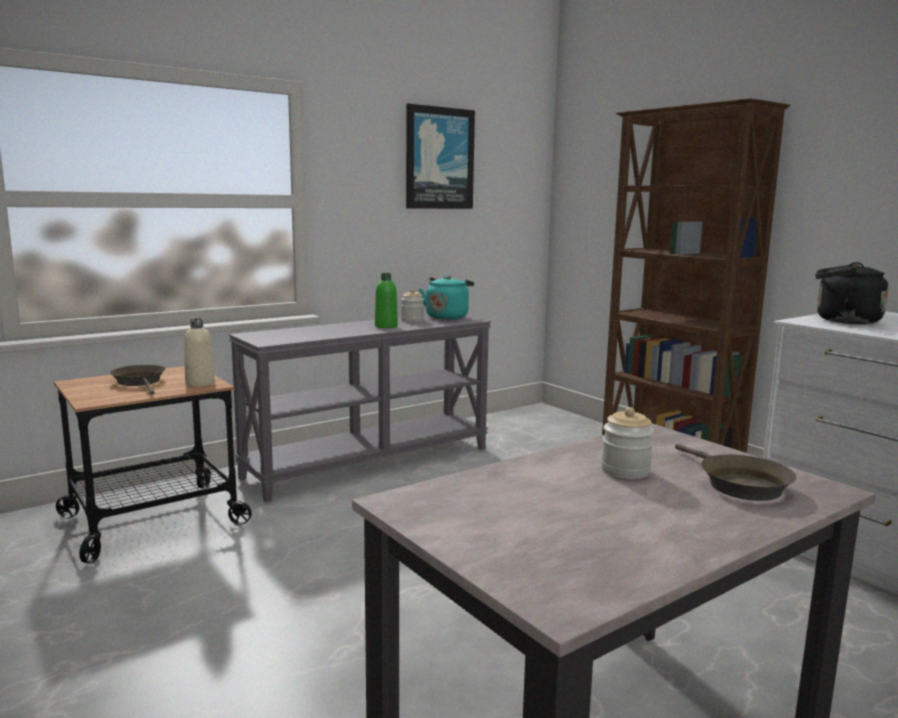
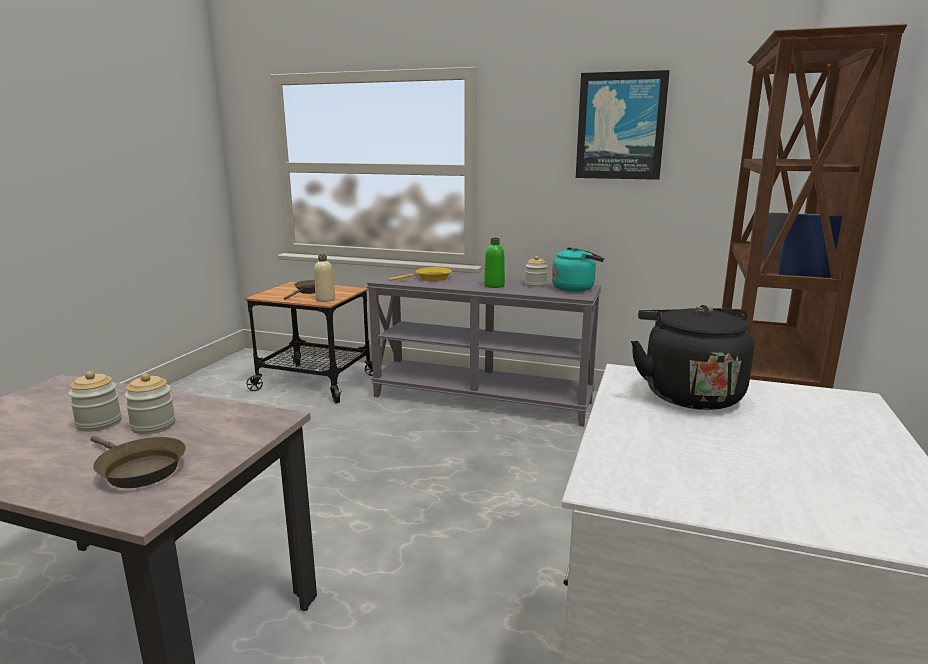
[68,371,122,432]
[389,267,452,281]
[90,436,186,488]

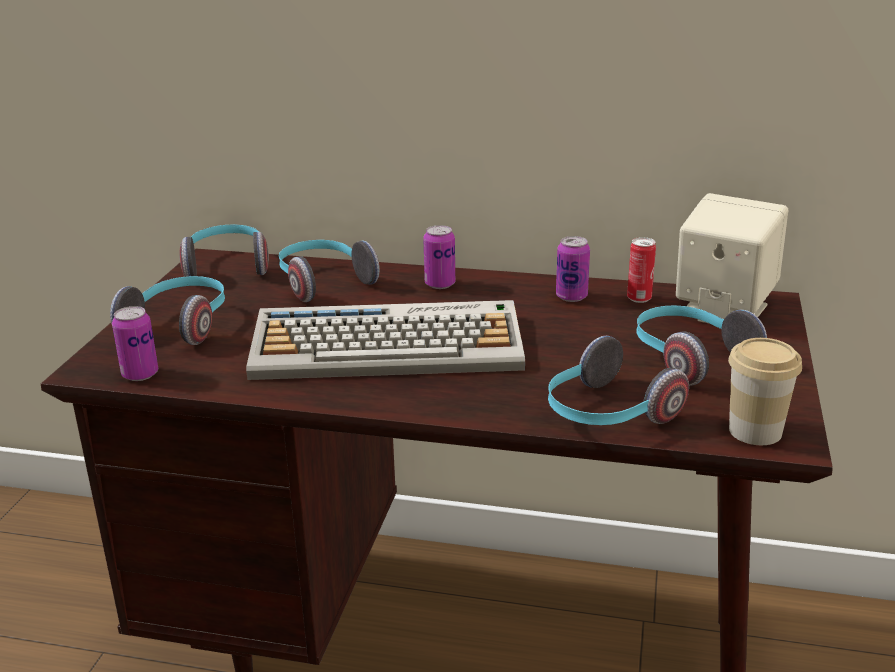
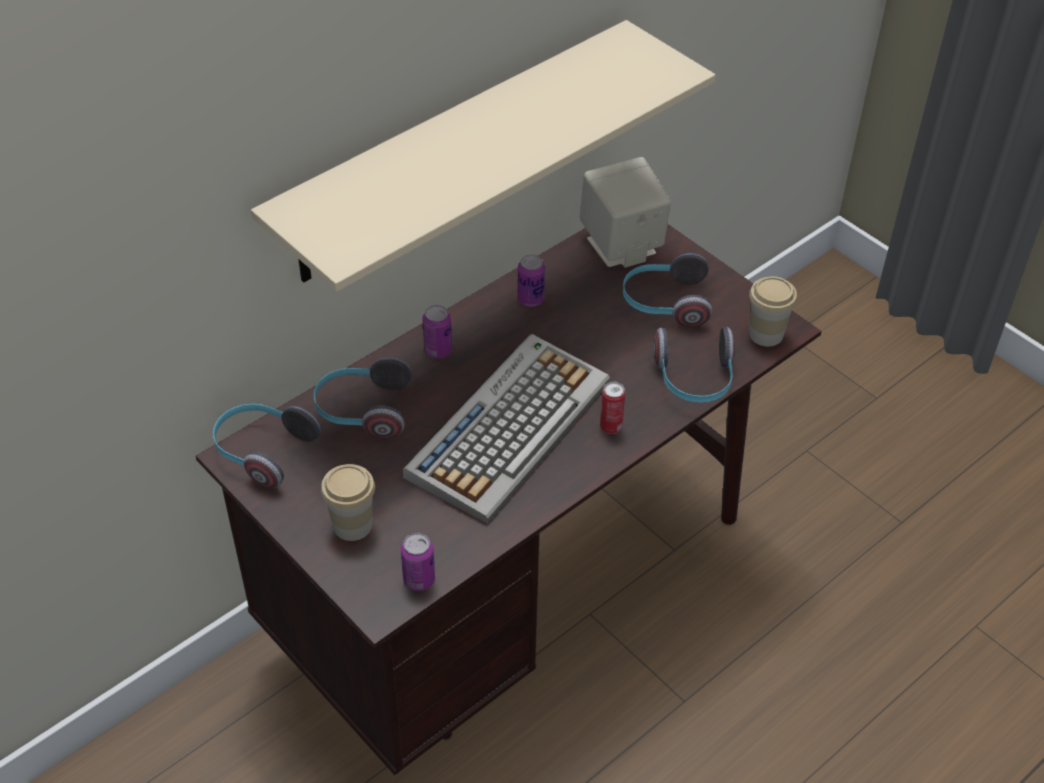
[251,20,715,292]
[600,382,625,434]
[321,464,375,541]

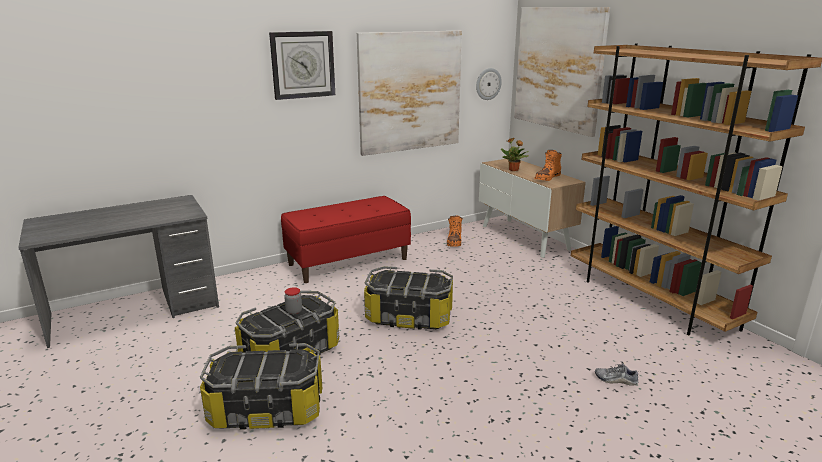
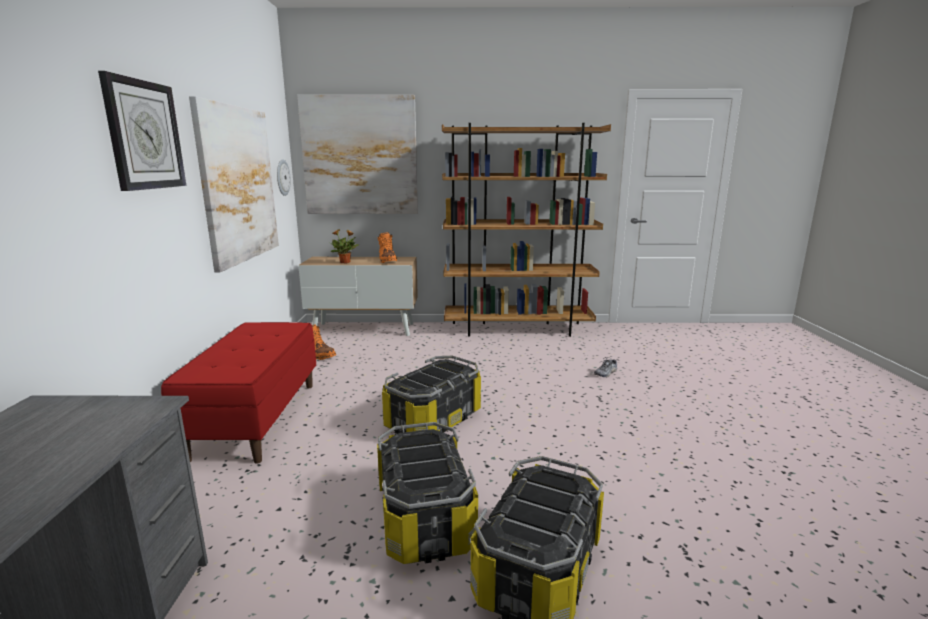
[284,287,302,315] (first image)

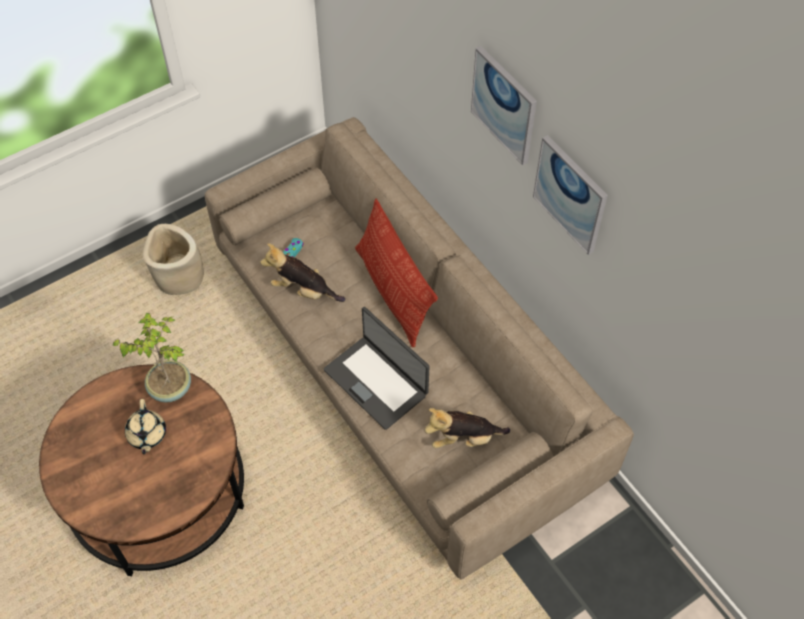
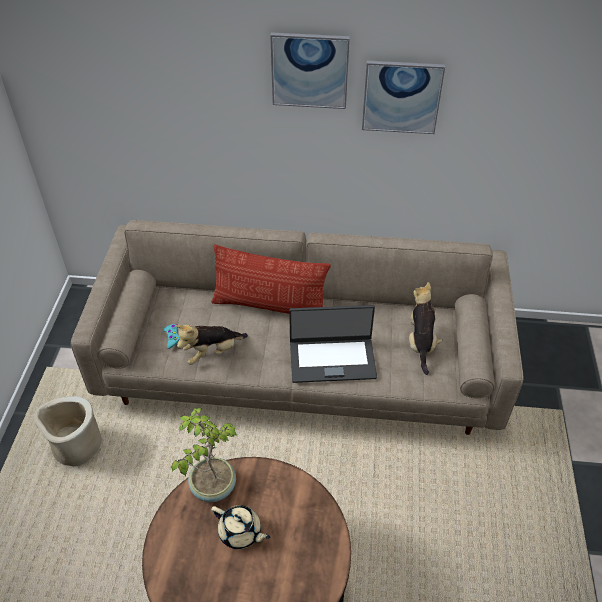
[409,282,443,375]

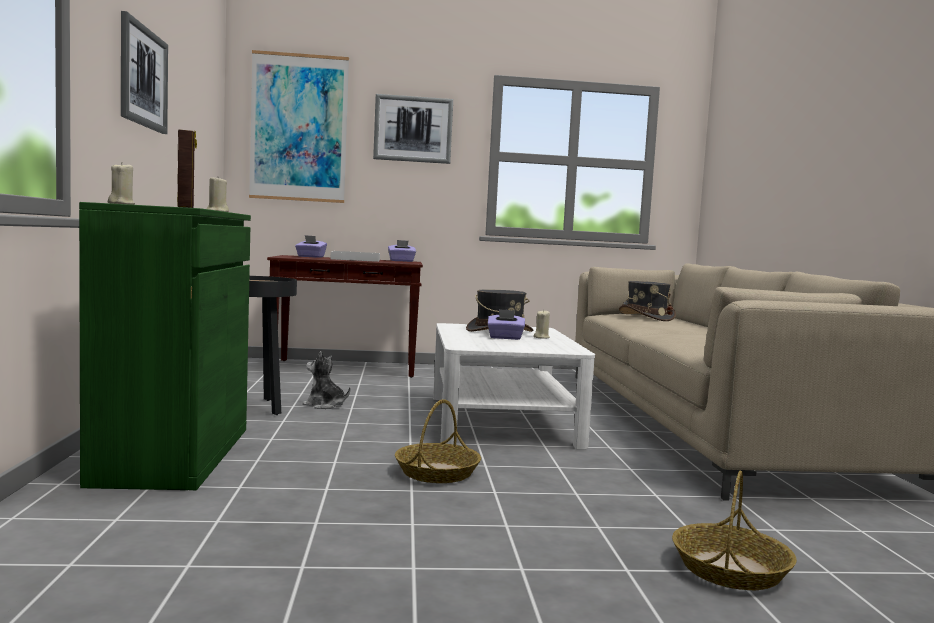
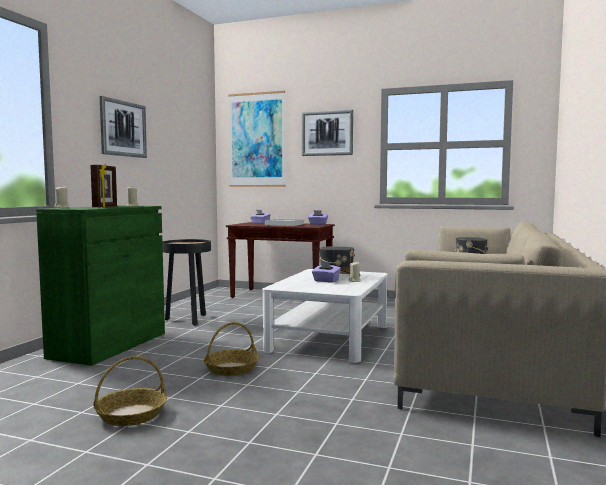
[302,351,351,409] (first image)
[93,356,167,426]

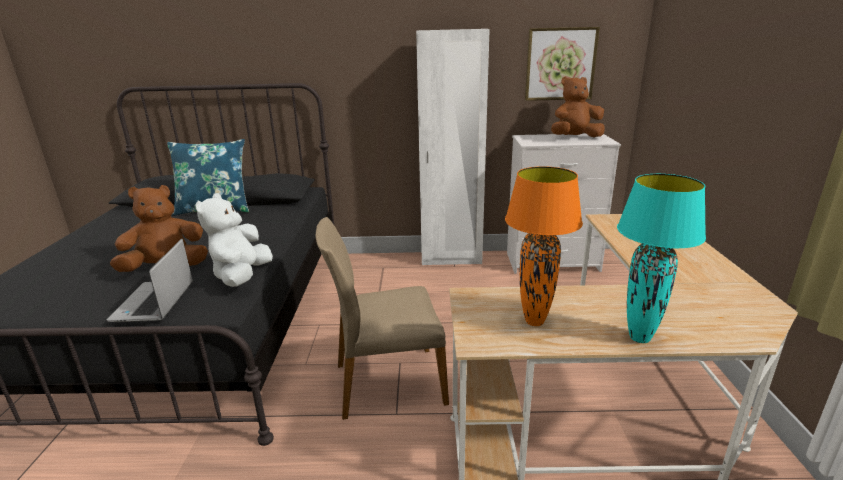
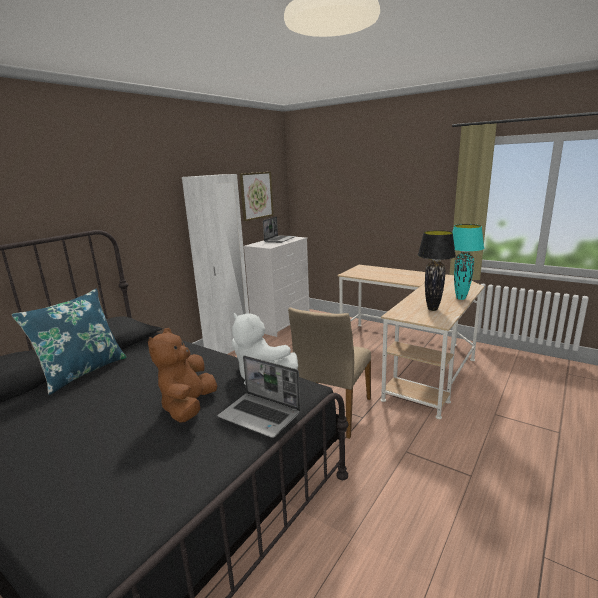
[263,216,295,243]
[418,230,456,311]

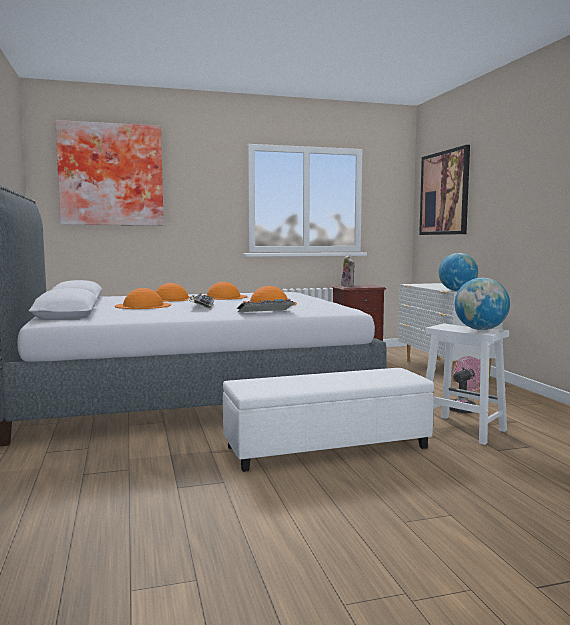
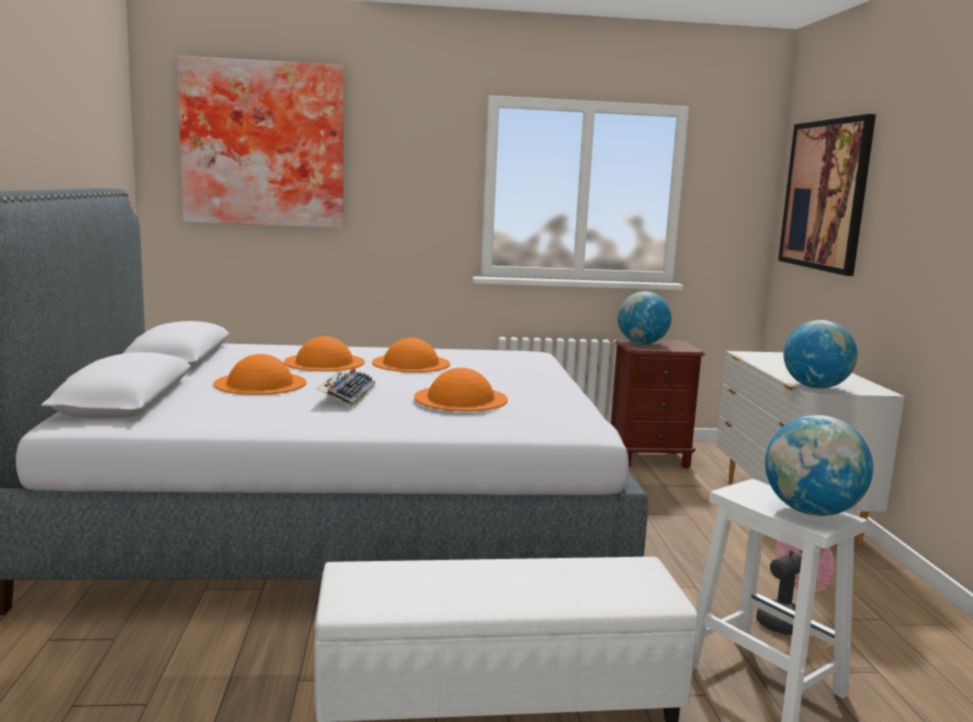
[236,299,296,312] (first image)
[618,291,671,344]

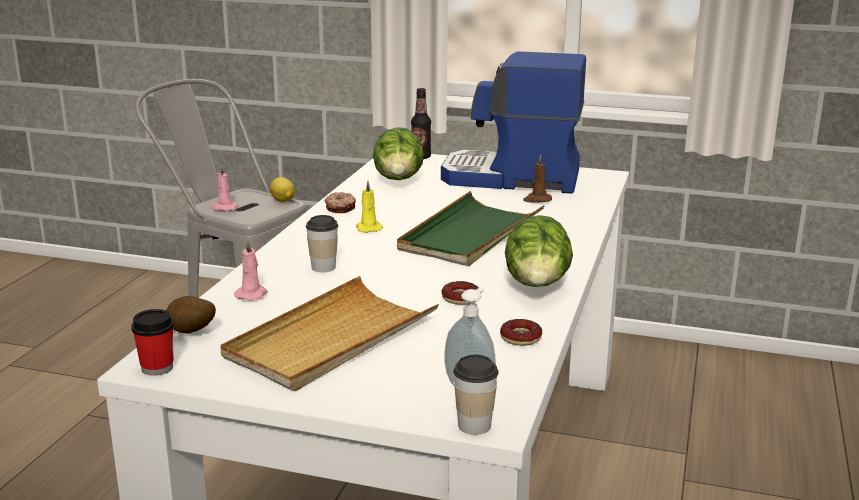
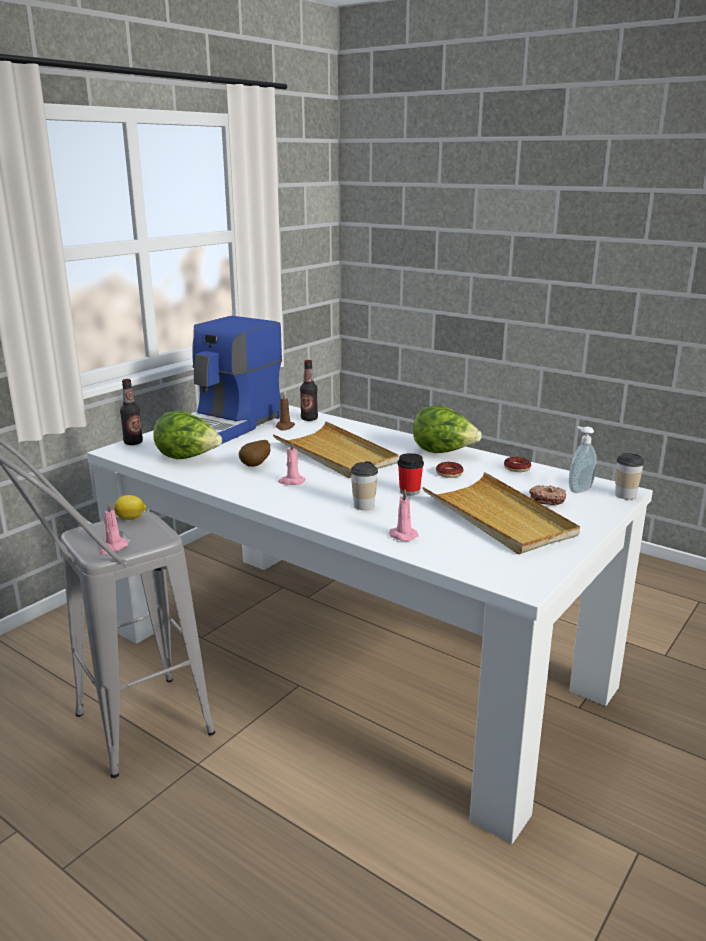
[300,360,318,421]
[398,453,424,496]
[238,440,270,467]
[529,485,566,505]
[278,440,305,485]
[273,421,399,478]

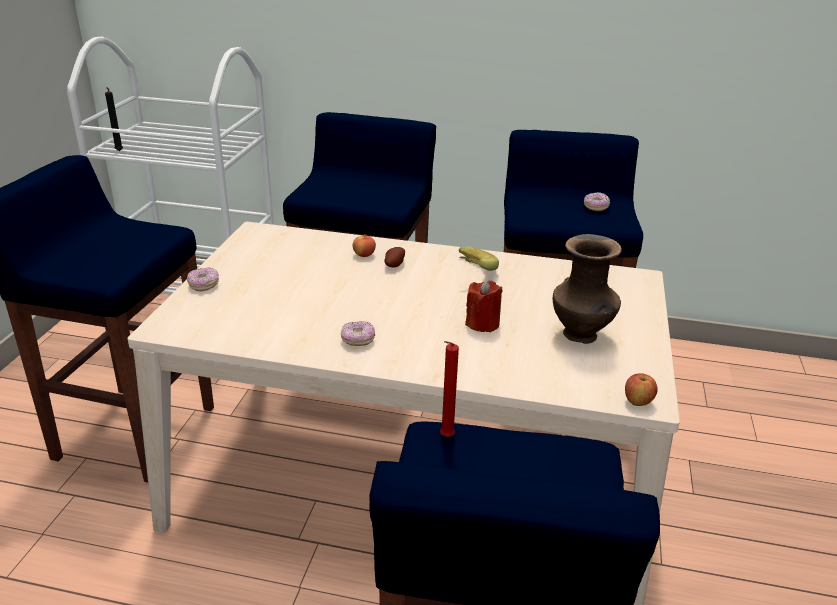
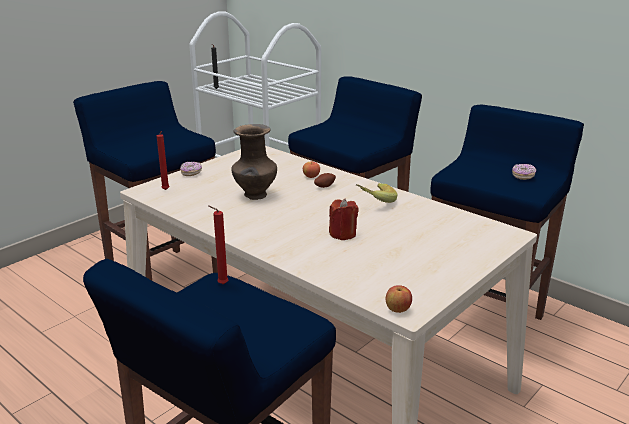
[341,321,375,346] (first image)
[157,131,169,190]
[231,124,277,200]

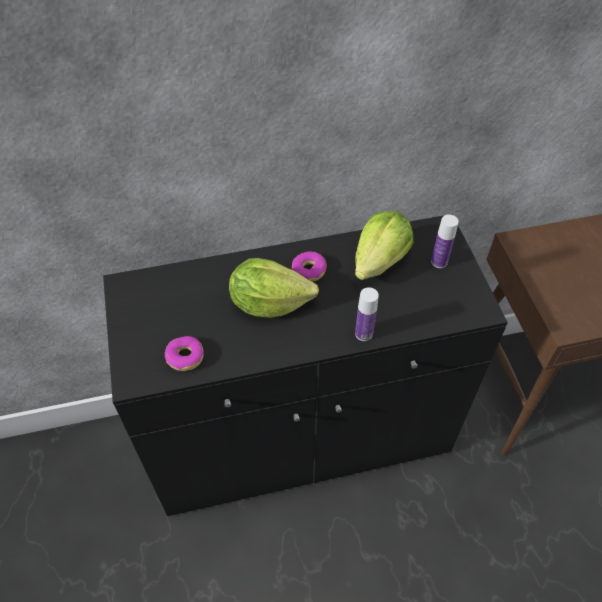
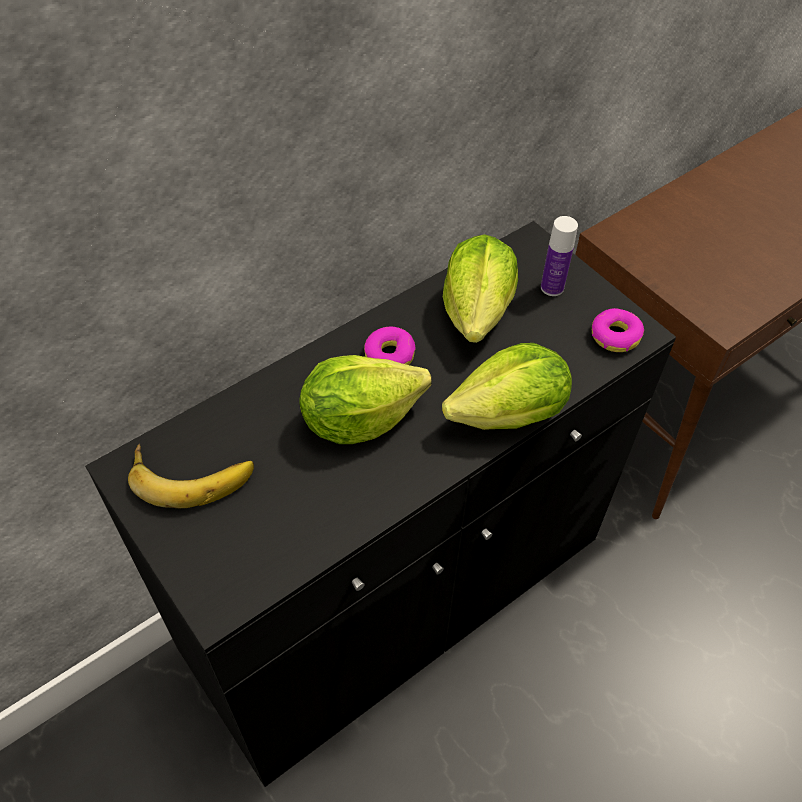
[128,443,254,508]
[592,308,644,352]
[442,343,572,430]

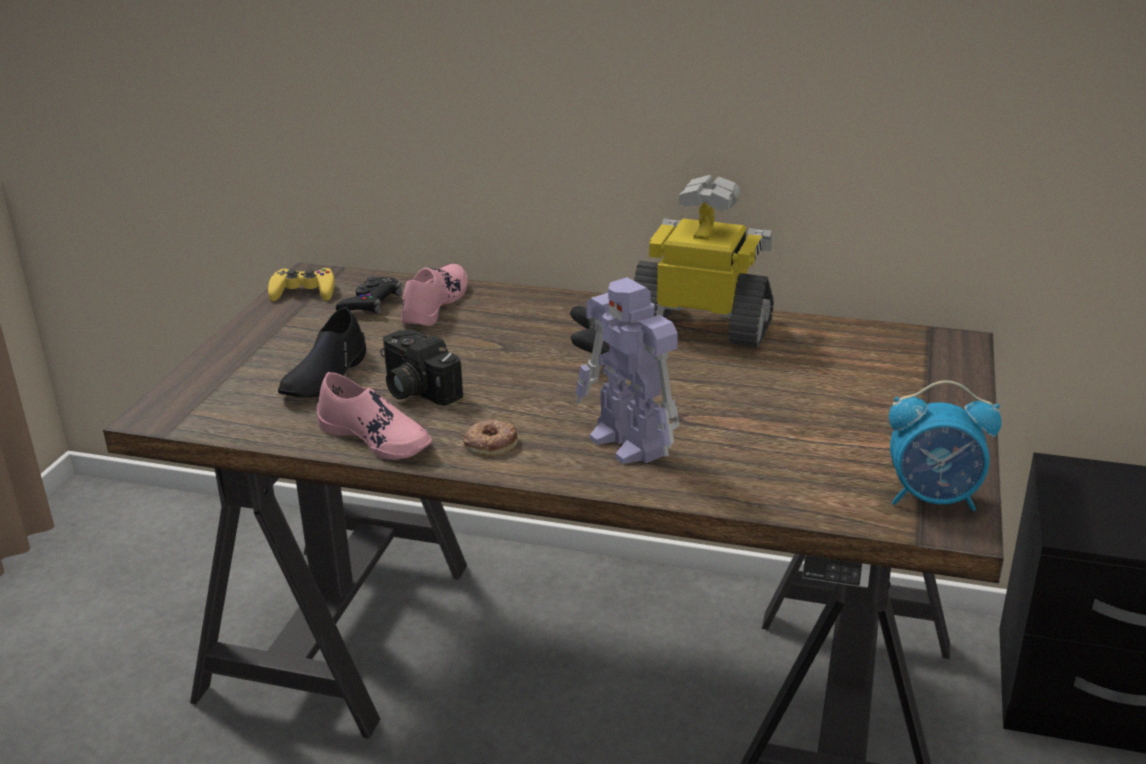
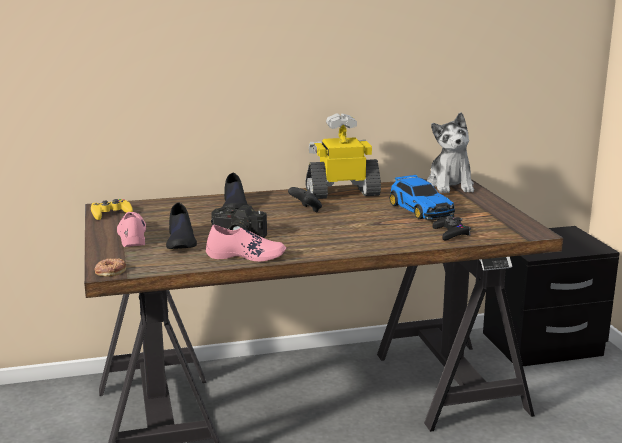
[576,277,679,464] (first image)
[889,380,1002,511] (first image)
[222,173,248,210]
[389,174,455,221]
[427,113,474,193]
[432,216,471,240]
[117,212,146,247]
[94,258,126,277]

